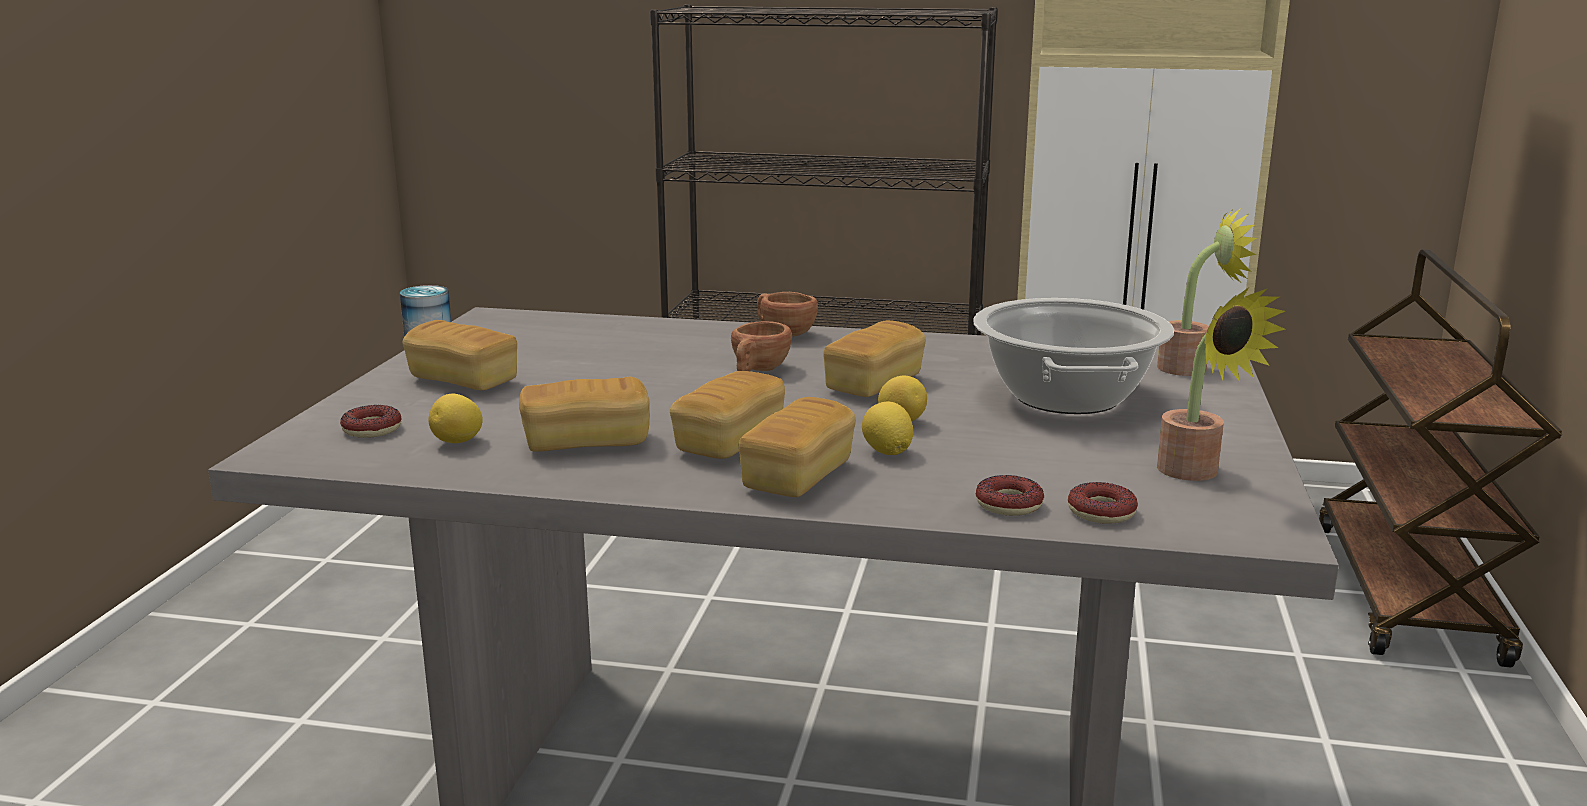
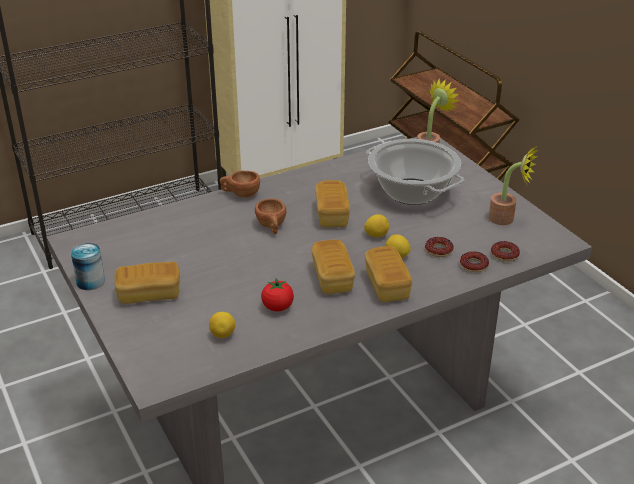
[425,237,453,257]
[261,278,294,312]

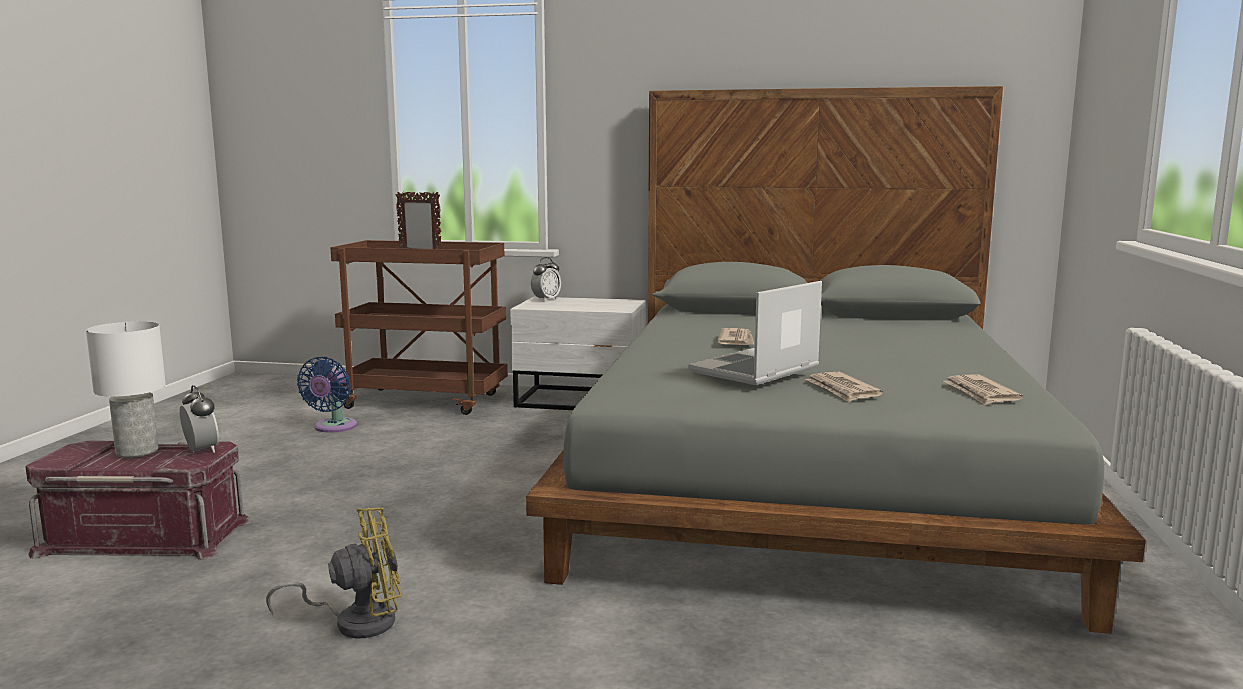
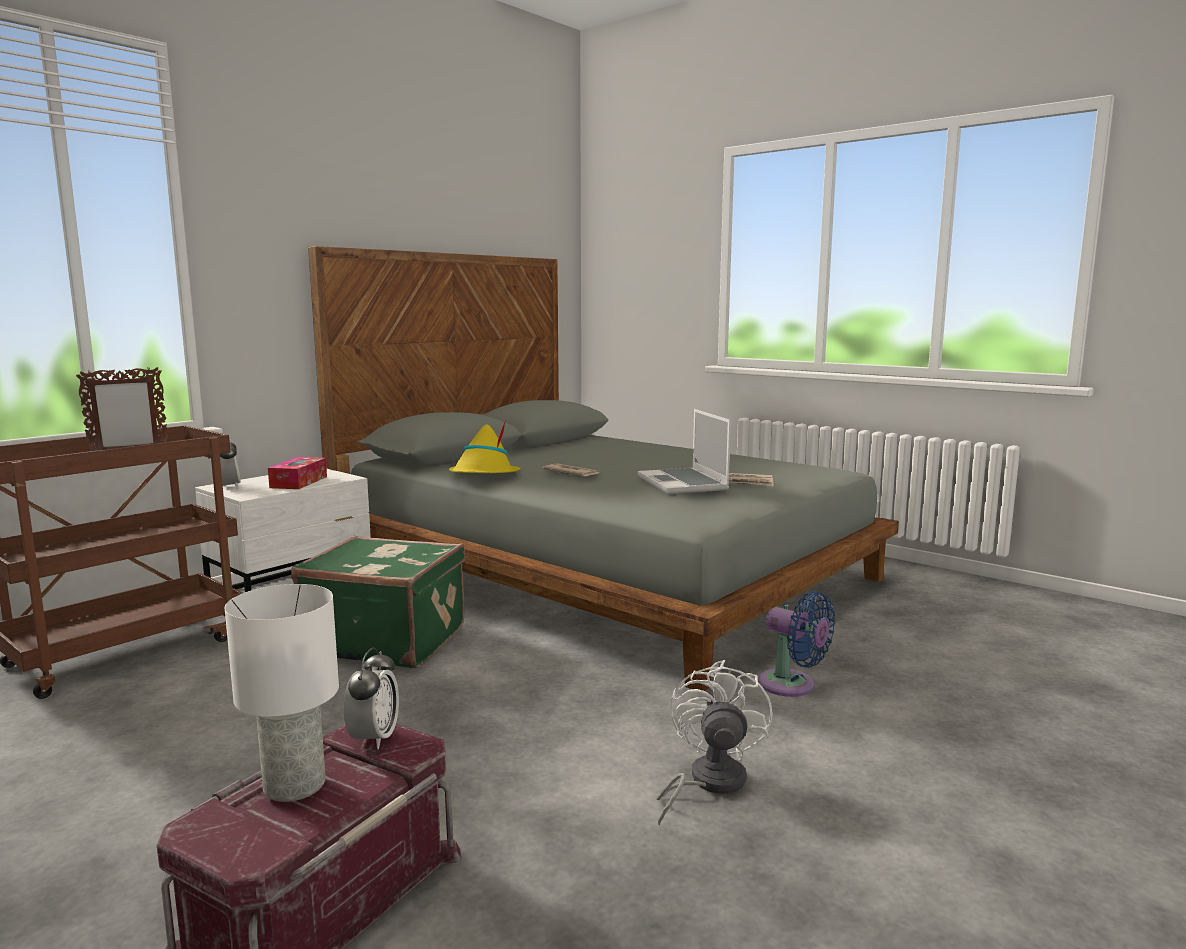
[943,375,1023,405] (first image)
[268,457,327,489]
[291,536,465,668]
[449,419,520,473]
[758,591,835,697]
[657,660,773,826]
[344,647,399,749]

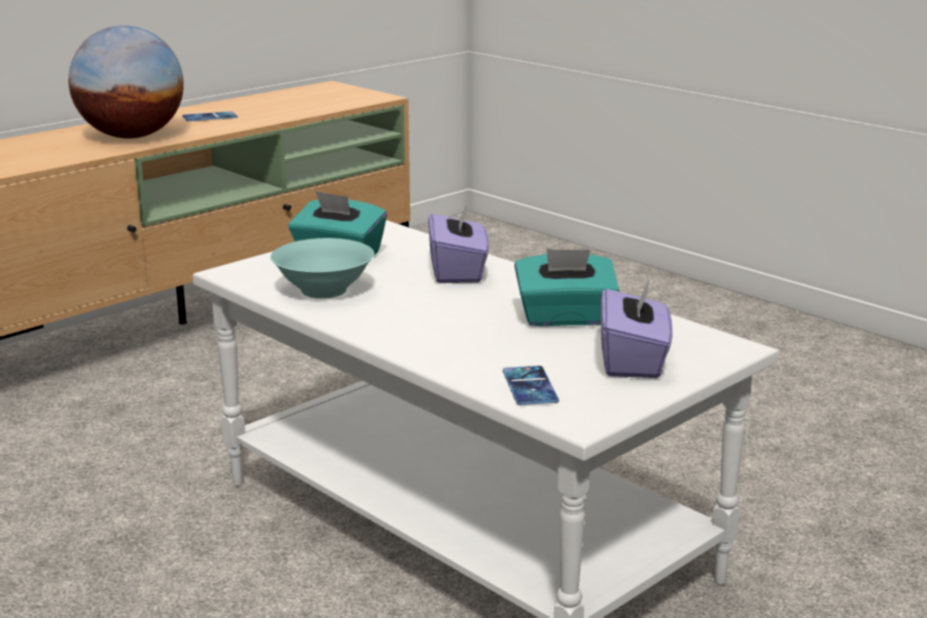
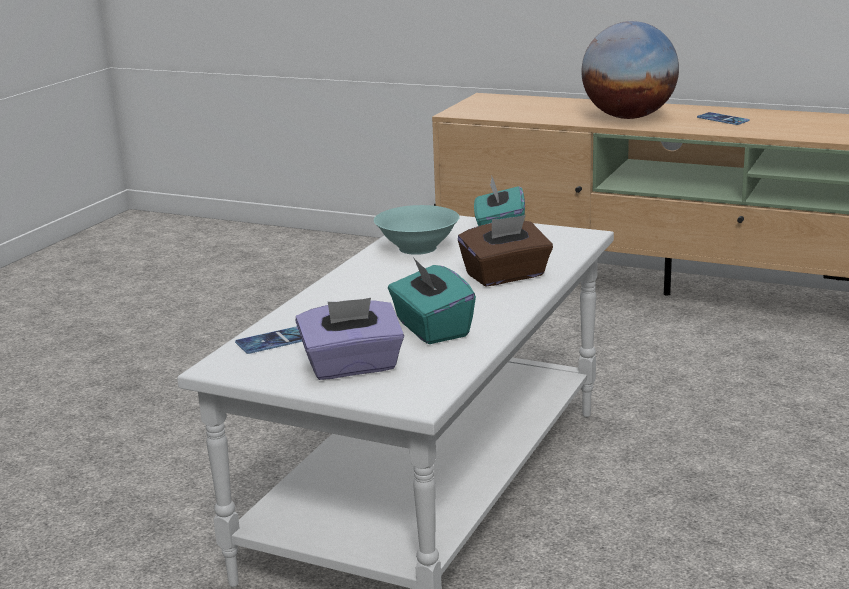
[458,215,553,287]

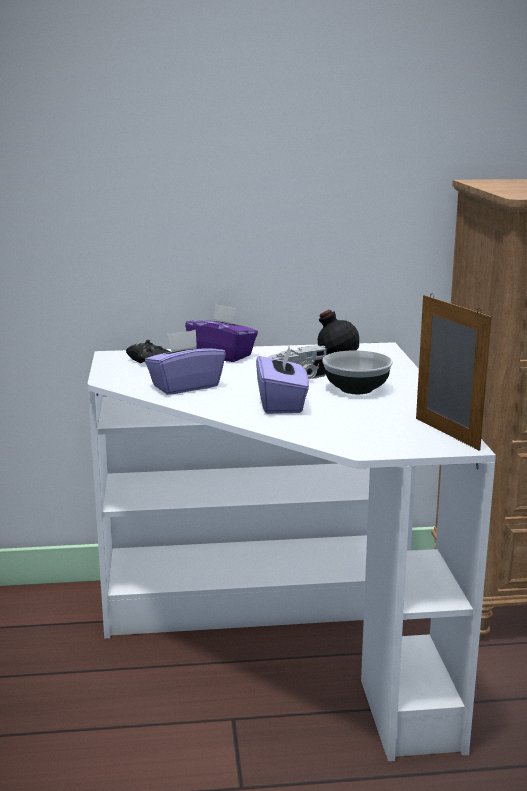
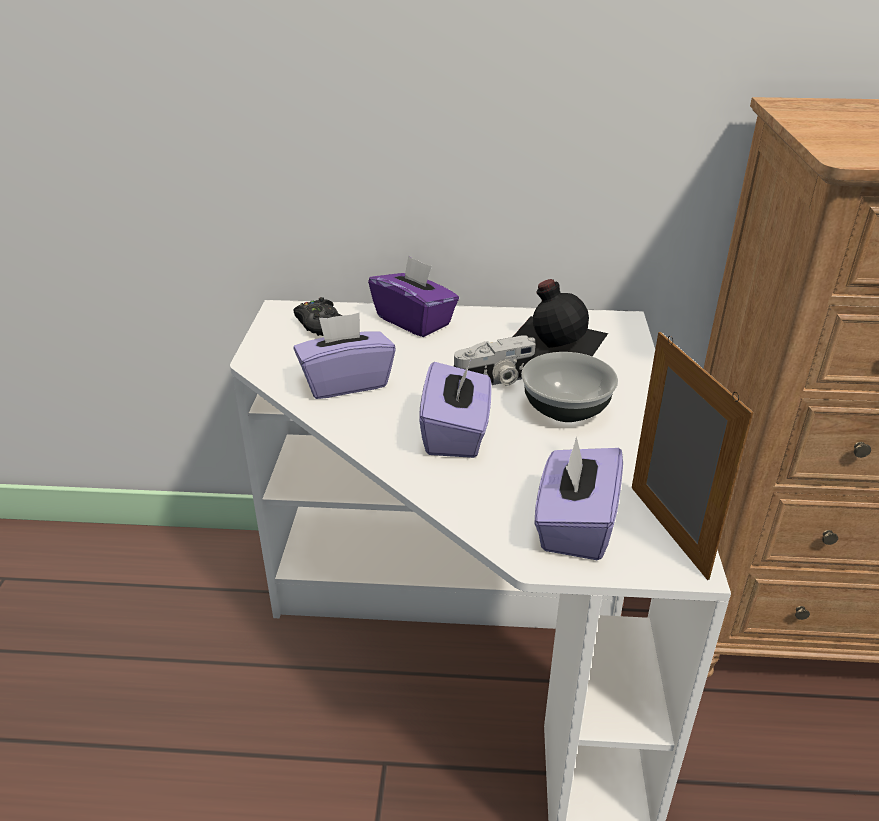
[534,437,623,560]

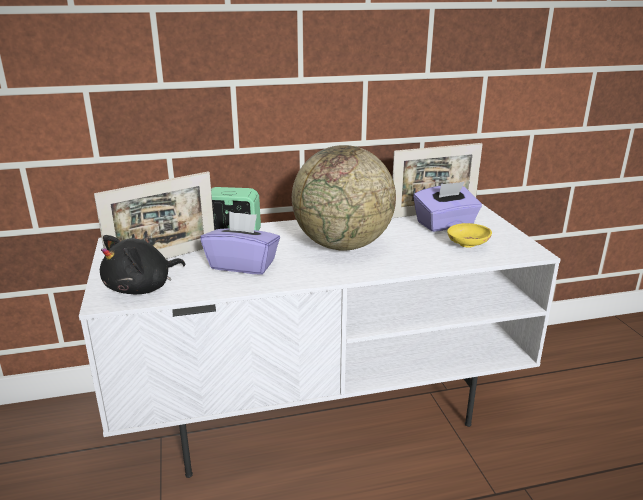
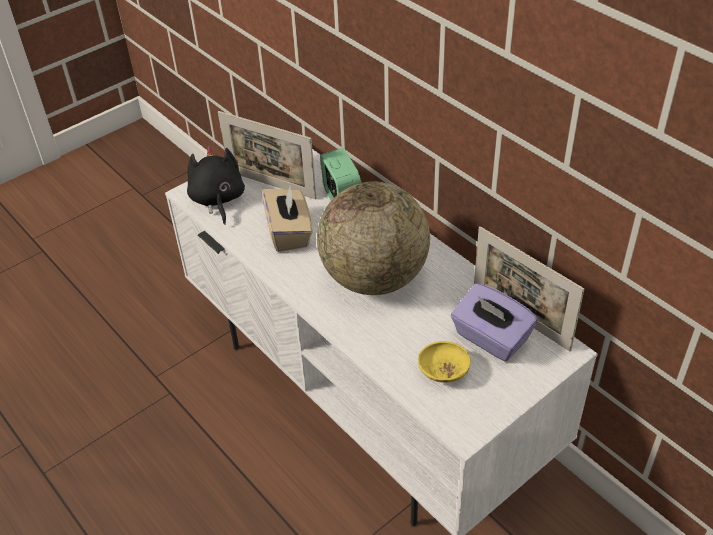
[261,184,313,252]
[187,146,245,225]

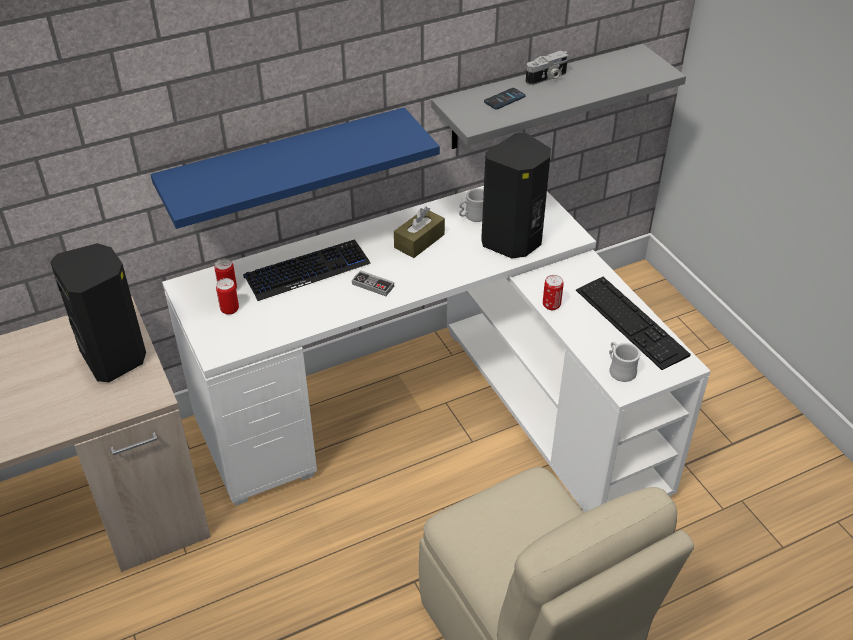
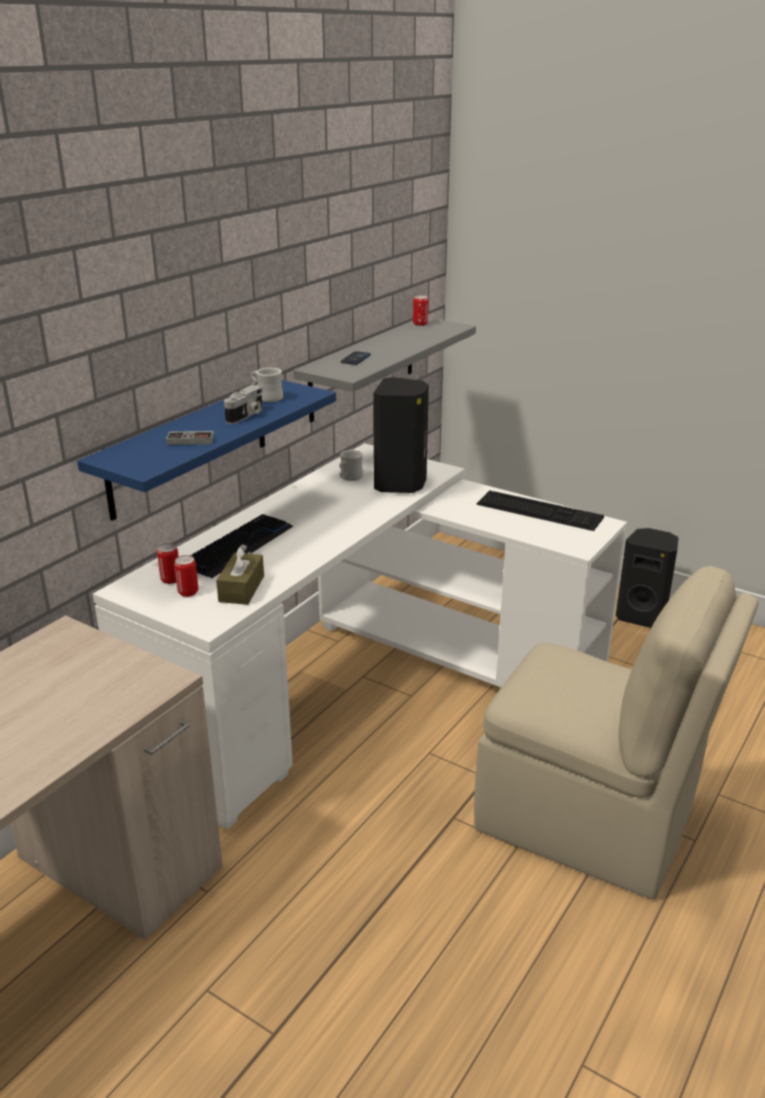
[616,528,679,628]
[166,431,214,445]
[216,544,264,605]
[224,385,263,424]
[413,295,428,326]
[251,368,283,402]

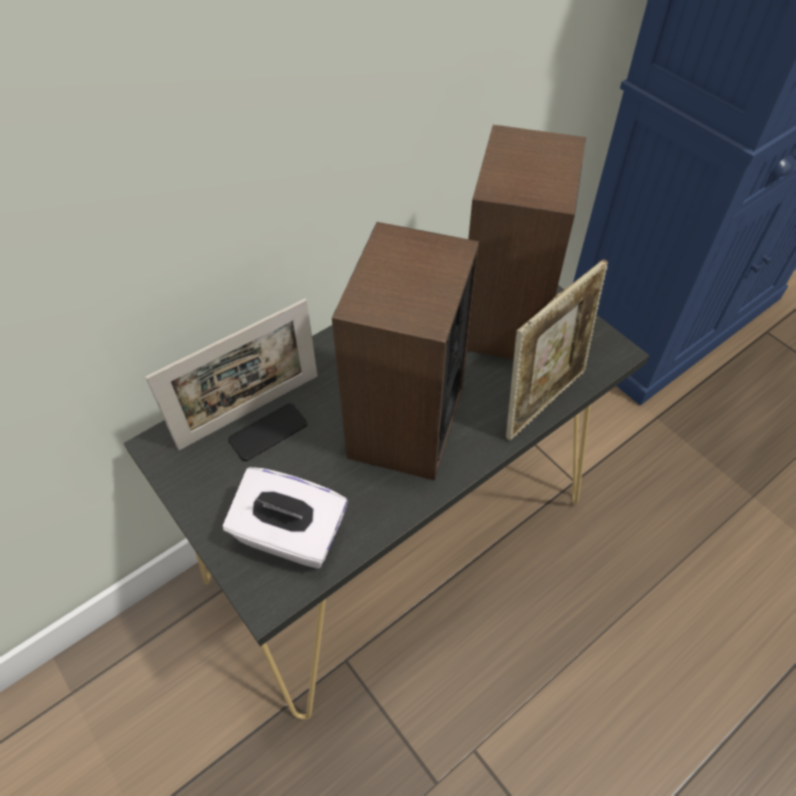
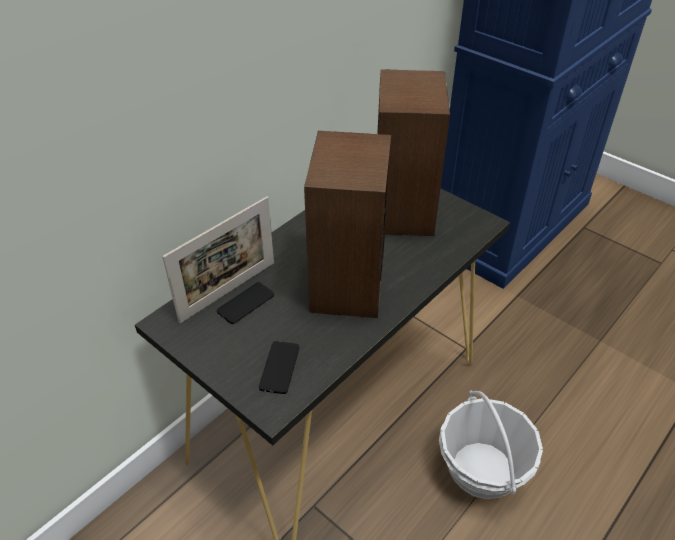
[506,259,608,441] (first image)
[439,390,543,499]
[259,341,299,394]

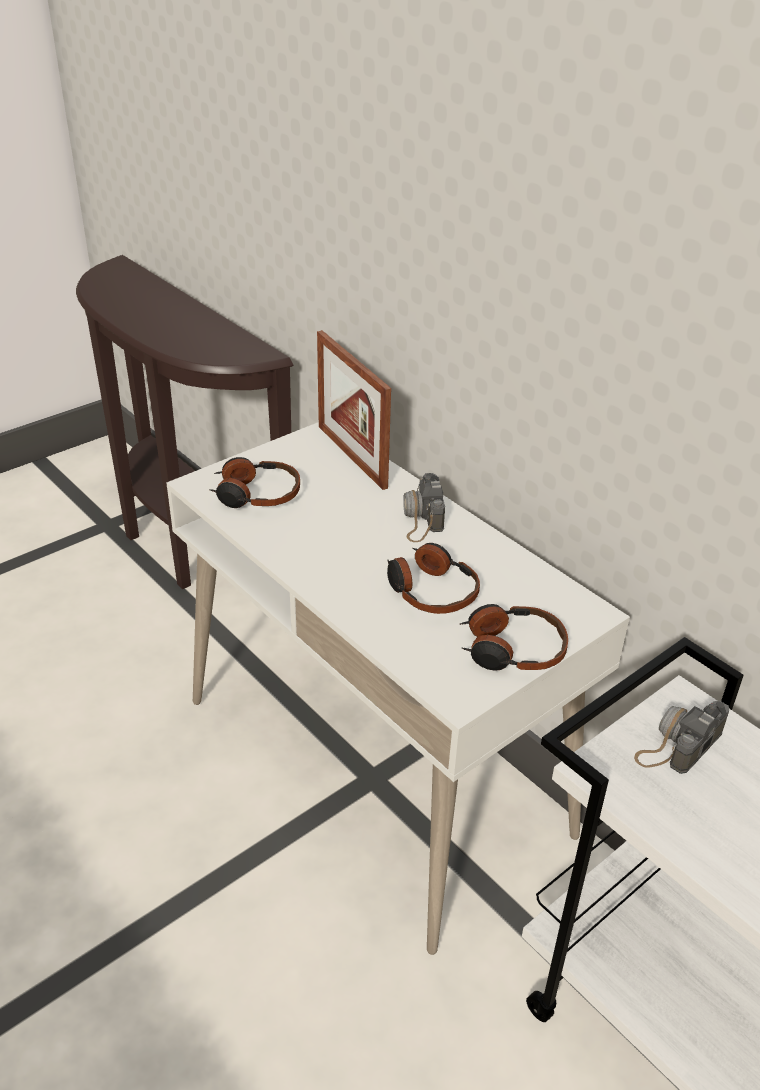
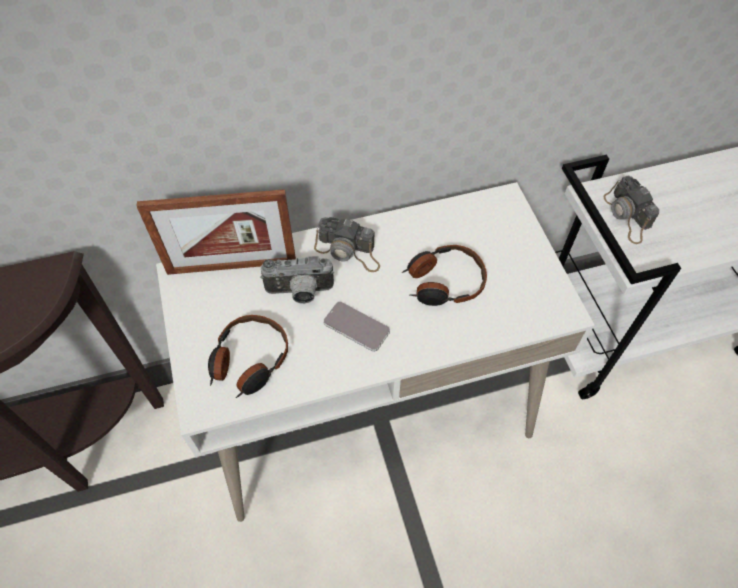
[460,604,568,671] (first image)
[260,256,334,304]
[323,301,390,352]

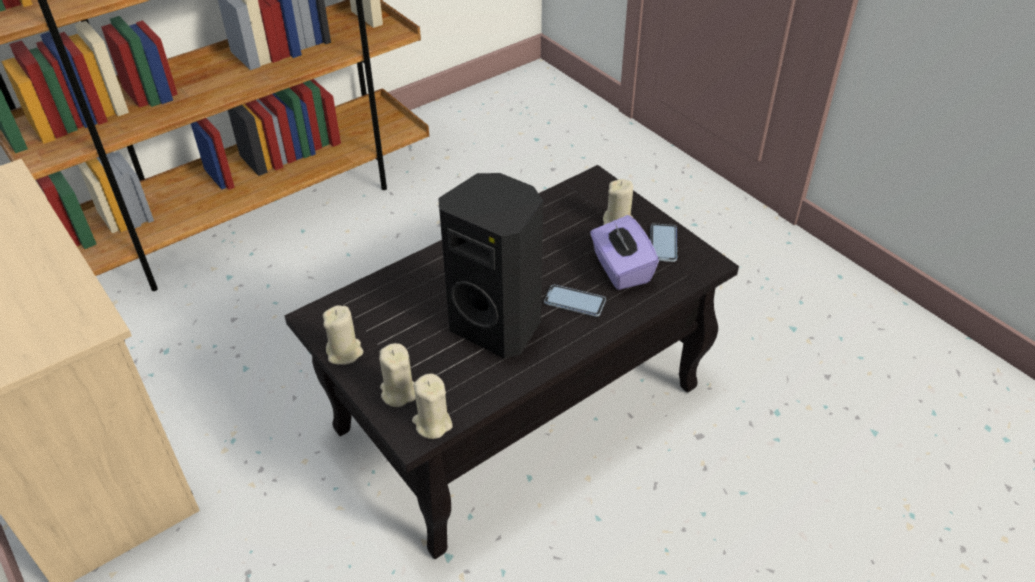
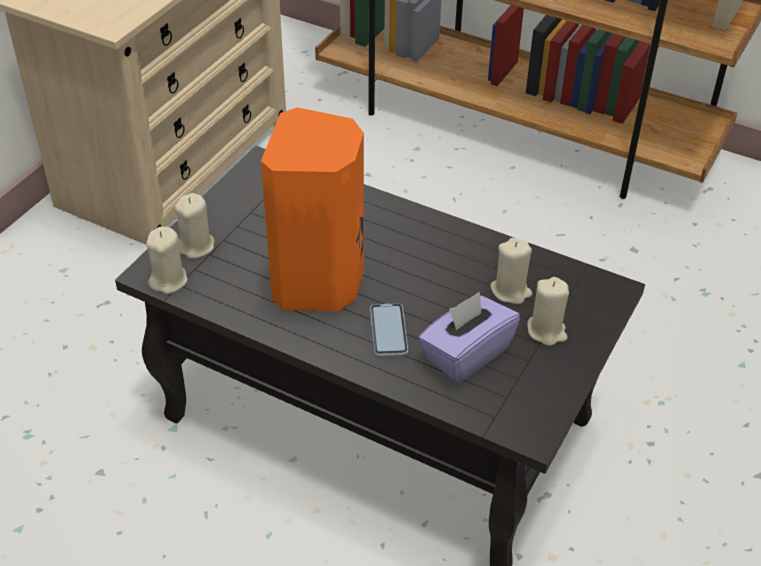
[650,223,677,262] (first image)
[490,238,532,304]
[261,107,364,311]

